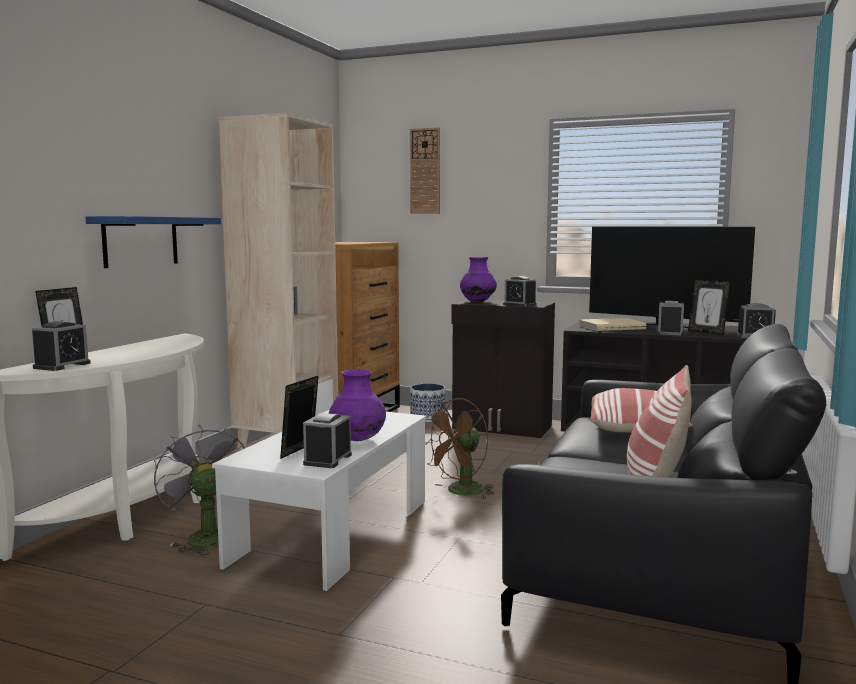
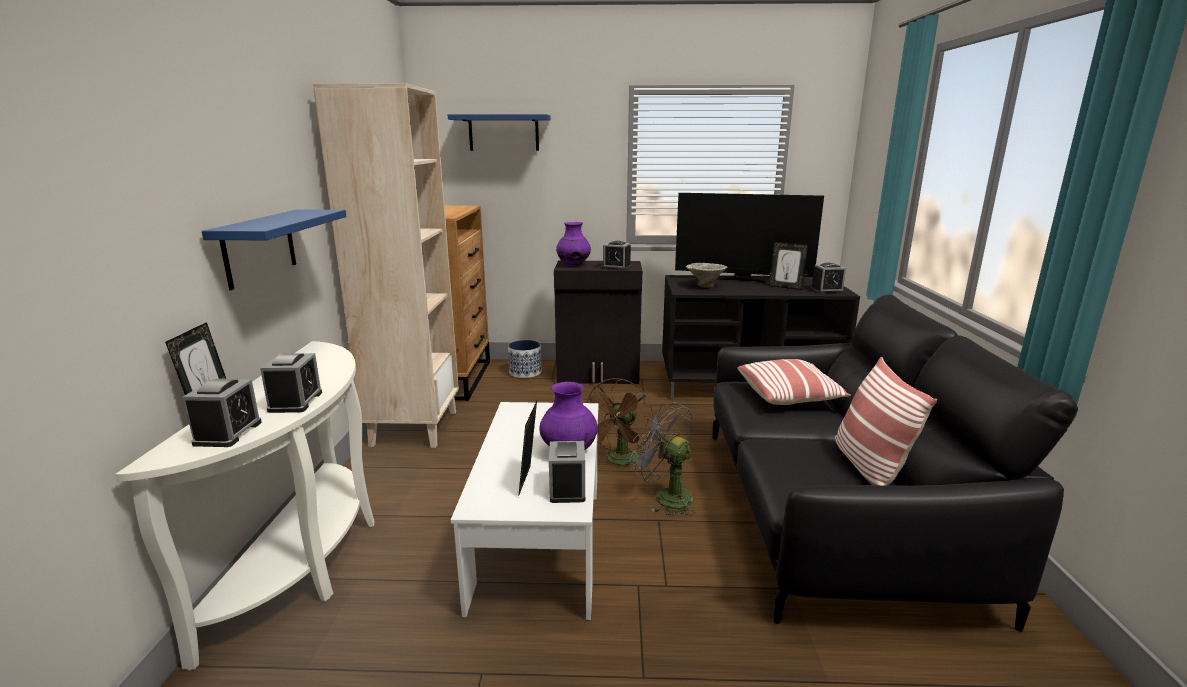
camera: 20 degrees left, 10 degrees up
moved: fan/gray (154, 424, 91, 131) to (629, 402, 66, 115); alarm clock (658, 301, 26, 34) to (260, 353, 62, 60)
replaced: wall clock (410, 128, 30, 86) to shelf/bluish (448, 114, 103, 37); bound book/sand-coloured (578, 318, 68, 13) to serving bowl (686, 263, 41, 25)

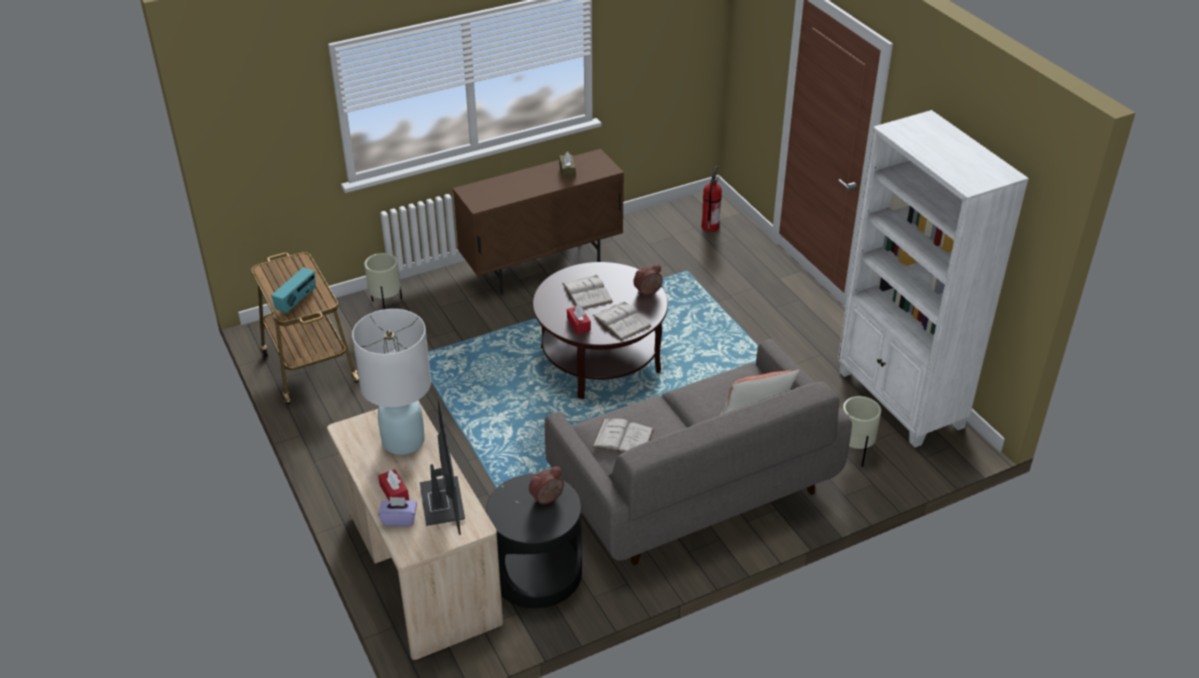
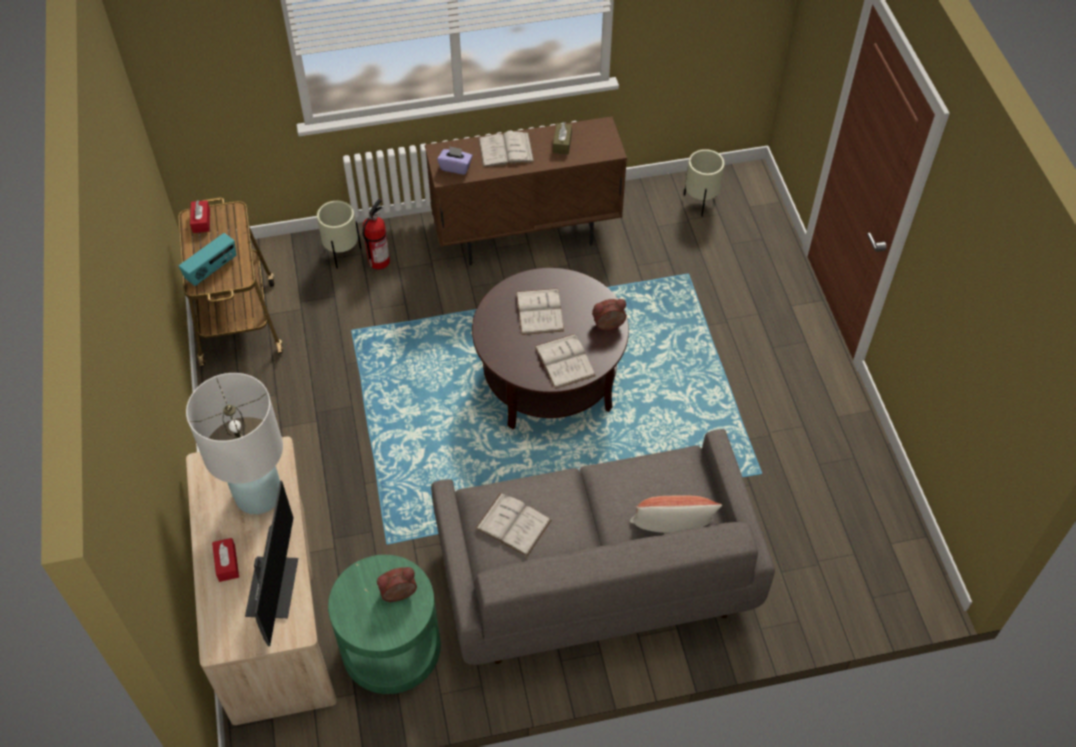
camera: 15 degrees right, 15 degrees up
removed: shelving unit/white-coloured (838, 110, 191, 338)
added: bound book/white-coloured (478, 131, 57, 37)
moved: box of tissues/purplish (378, 497, 39, 29) to (437, 146, 36, 29); box of tissues/red-coloured (567, 304, 24, 30) to (190, 200, 20, 33); fire extinguisher (702, 166, 20, 66) to (362, 198, 28, 71); flower pot/sand-coloured (843, 396, 38, 71) to (684, 149, 41, 68)
recoloured: accent table/black (486, 474, 96, 134) to accent table/green (328, 555, 113, 139)

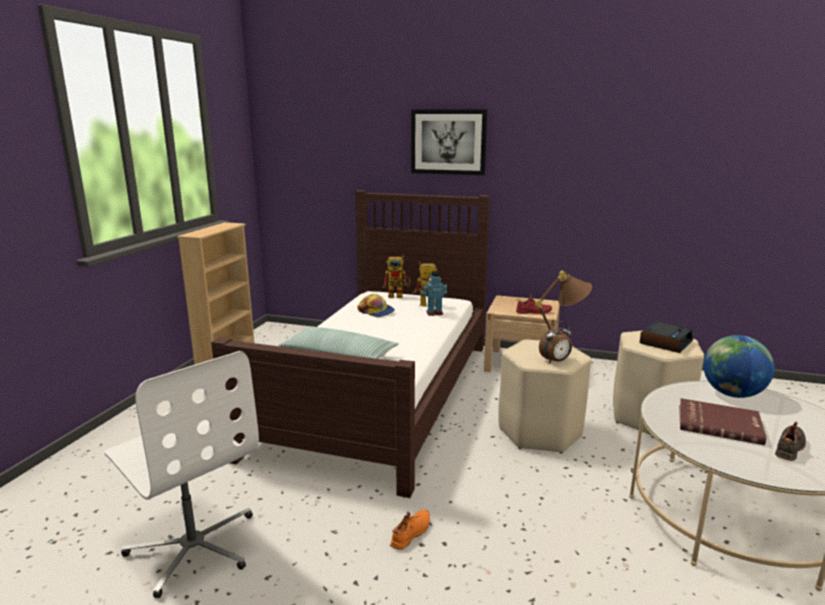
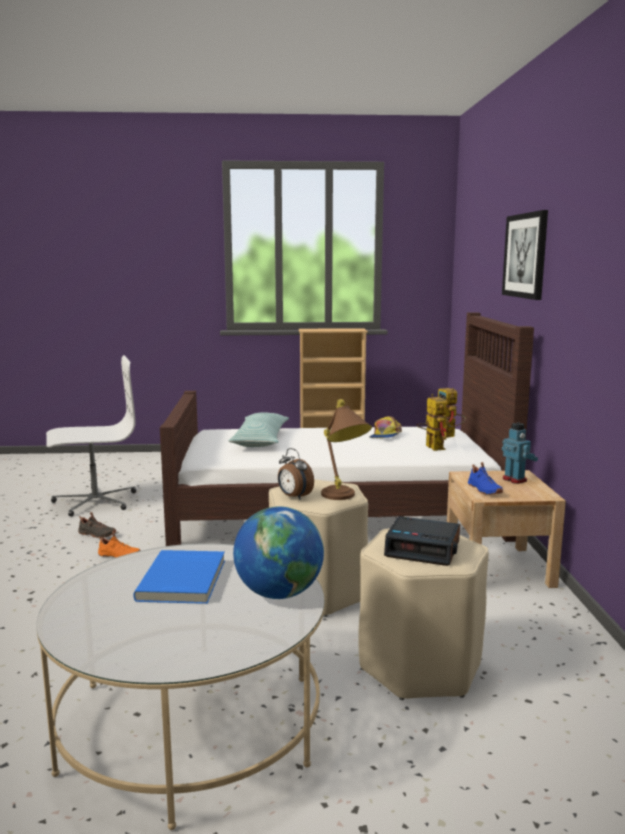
camera: 70 degrees right, 5 degrees down
moved: model robot (421, 271, 26, 45) to (502, 422, 36, 62); shoe/black (775, 421, 31, 40) to (78, 512, 38, 26)
recoloured: shoe/red-coloured (516, 294, 36, 20) to shoe/bluish (468, 462, 35, 33); bound book/red-coloured (679, 398, 87, 47) to bound book/bluish (133, 550, 92, 54)
turned: computer chair/white-coloured (104, 351, 155, 247) = (46, 355, 90, 161) 135 degrees counterclockwise

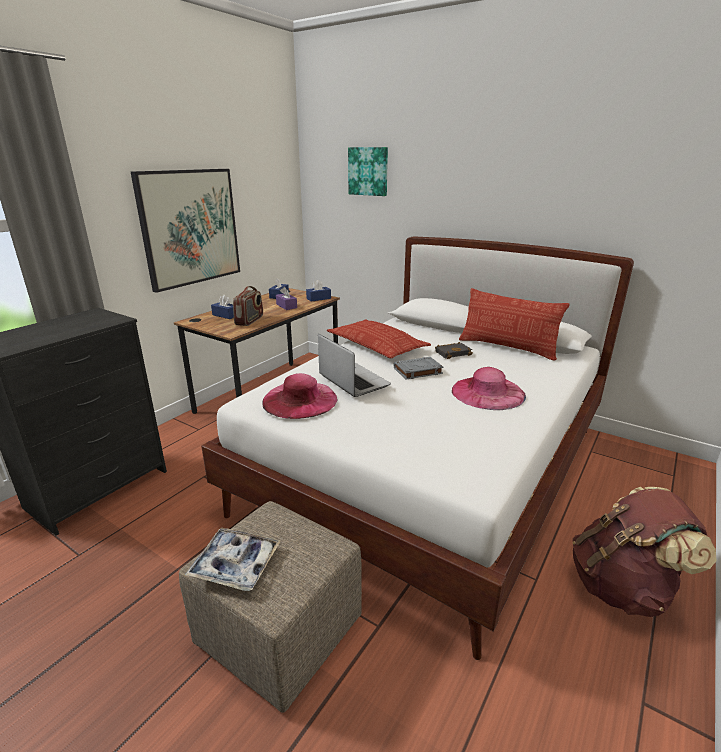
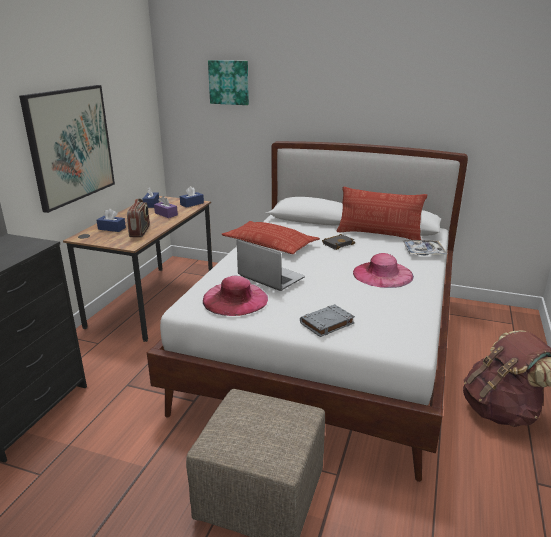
camera: 15 degrees left, 0 degrees up
moved: tray (185, 528, 96, 63) to (403, 240, 45, 15); bound book/gray (394, 357, 50, 23) to (300, 304, 55, 33)

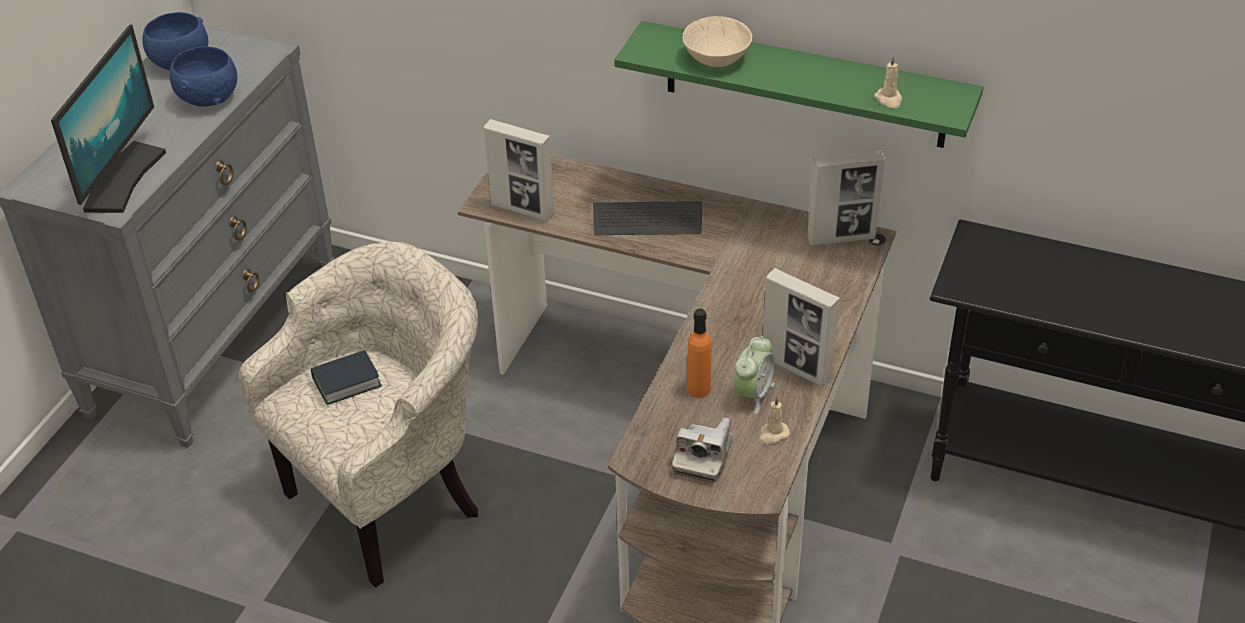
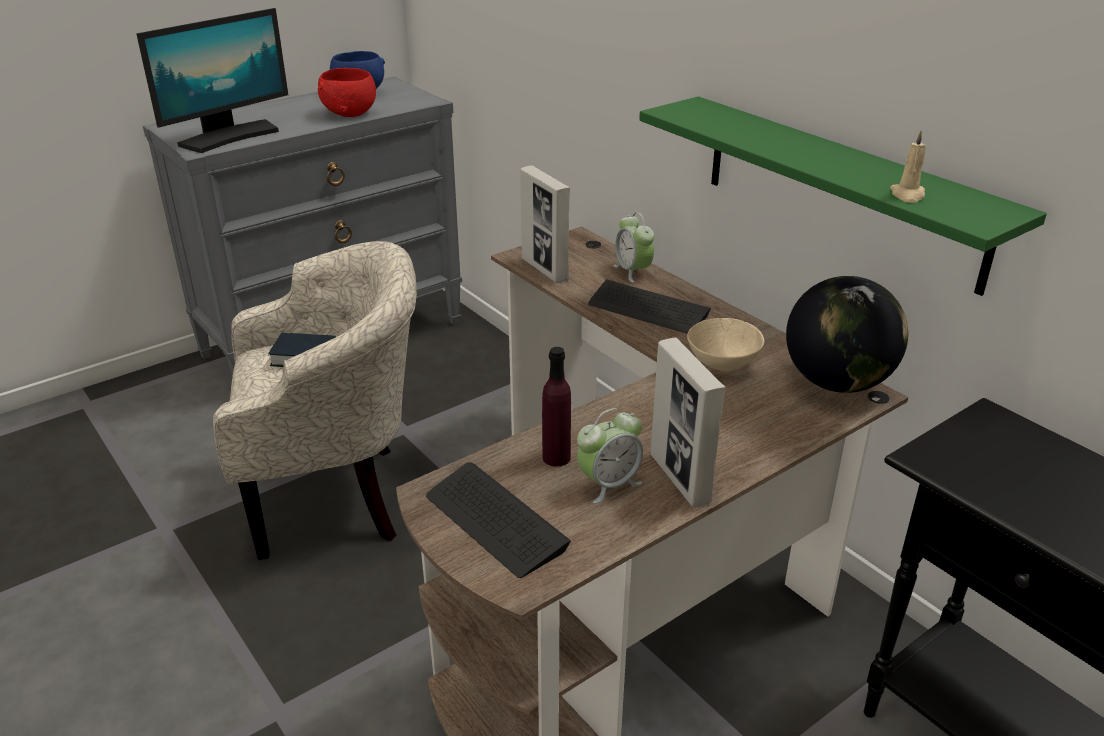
camera: 30 degrees right, 10 degrees down
removed: wax candle/sand-coloured (759, 396, 31, 48)
added: alarm clock (614, 212, 40, 71)
moved: serving bowl/sand-coloured (683, 16, 69, 51) to (687, 318, 77, 53)
replaced: still camera (672, 418, 61, 65) to keyboard (426, 462, 145, 116); picture frame (807, 151, 78, 95) to world globe (786, 276, 122, 117)
recoloured: serving bowl/bluish (170, 47, 67, 60) to serving bowl/red-coloured (318, 68, 58, 49); drink bottle/orangey (687, 309, 24, 89) to drink bottle/purplish (542, 347, 29, 120)

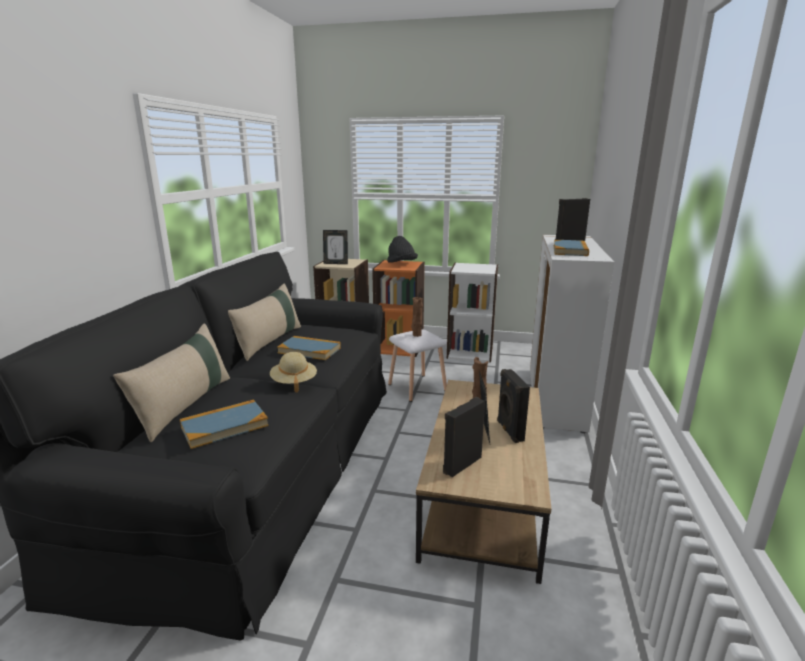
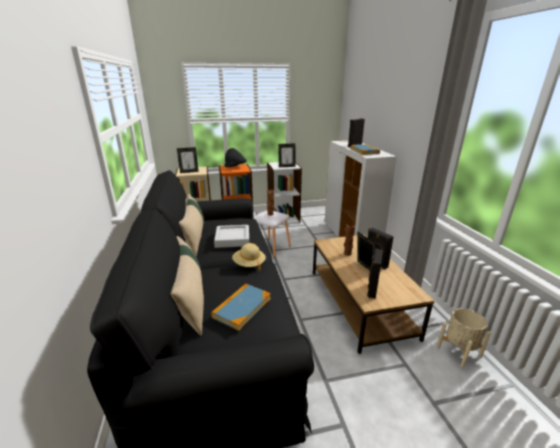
camera: 25 degrees left, 5 degrees up
added: picture frame (278, 144, 17, 23); flower pot/sand-coloured (437, 308, 54, 60)
replaced: bound book (277, 336, 64, 24) to tray/gray (214, 225, 35, 23)

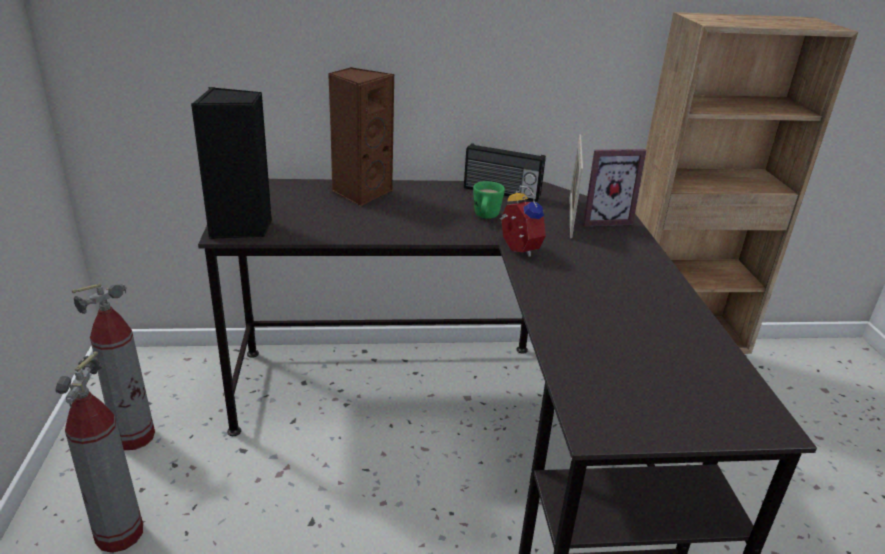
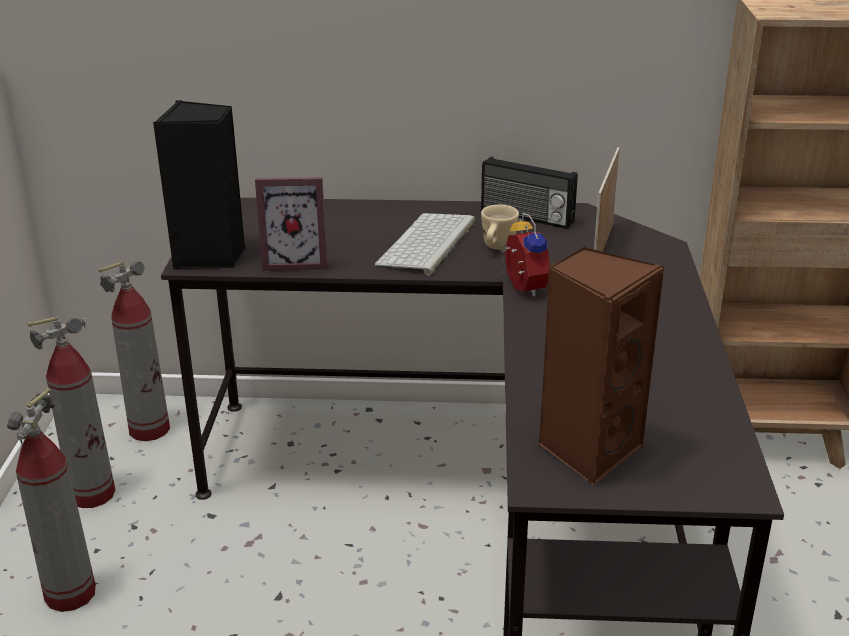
camera: 10 degrees right, 0 degrees up
added: fire extinguisher (98, 261, 72, 180); keyboard (375, 213, 101, 62)
moved: loudspeaker/brownish (328, 67, 66, 140) to (538, 246, 127, 240); picture frame (583, 149, 64, 78) to (255, 177, 72, 94)
recoloured: coffee mug/green (473, 181, 32, 38) to coffee mug/sand-coloured (481, 205, 38, 45)

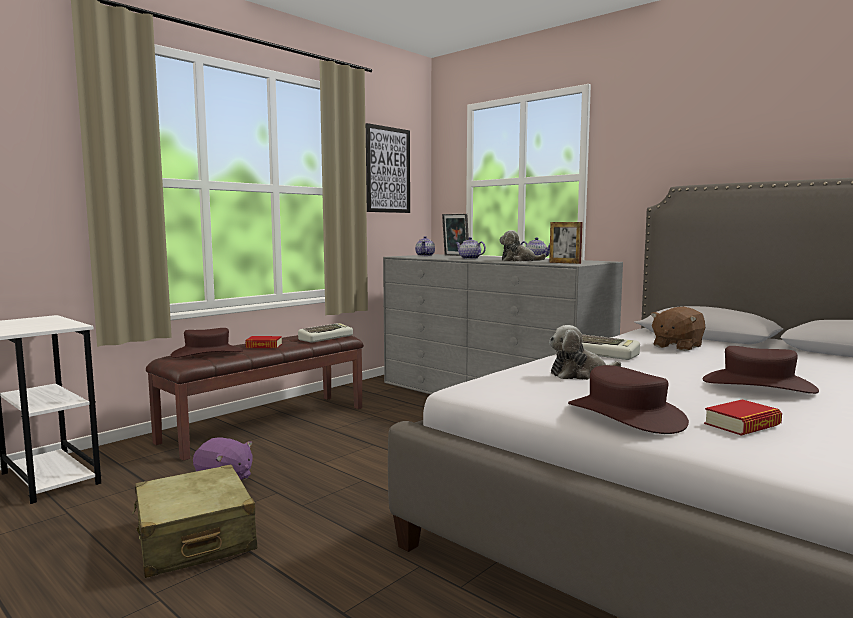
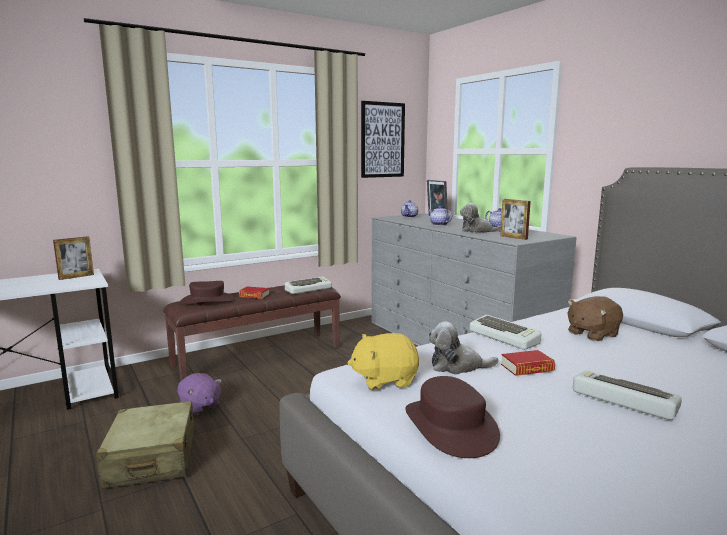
camera: 15 degrees right, 5 degrees up
added: picture frame (53, 236, 41, 44); soft toy/yellow (348, 333, 71, 57)
moved: bound book (704, 400, 78, 36) to (501, 350, 54, 26)
replaced: hat/brownish (703, 346, 116, 48) to keyboard (573, 371, 109, 49)

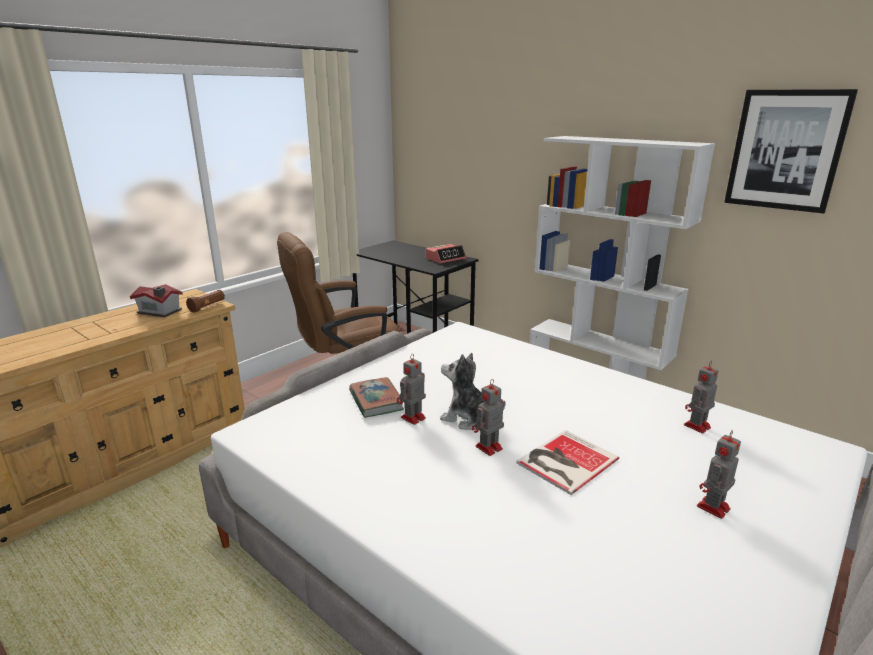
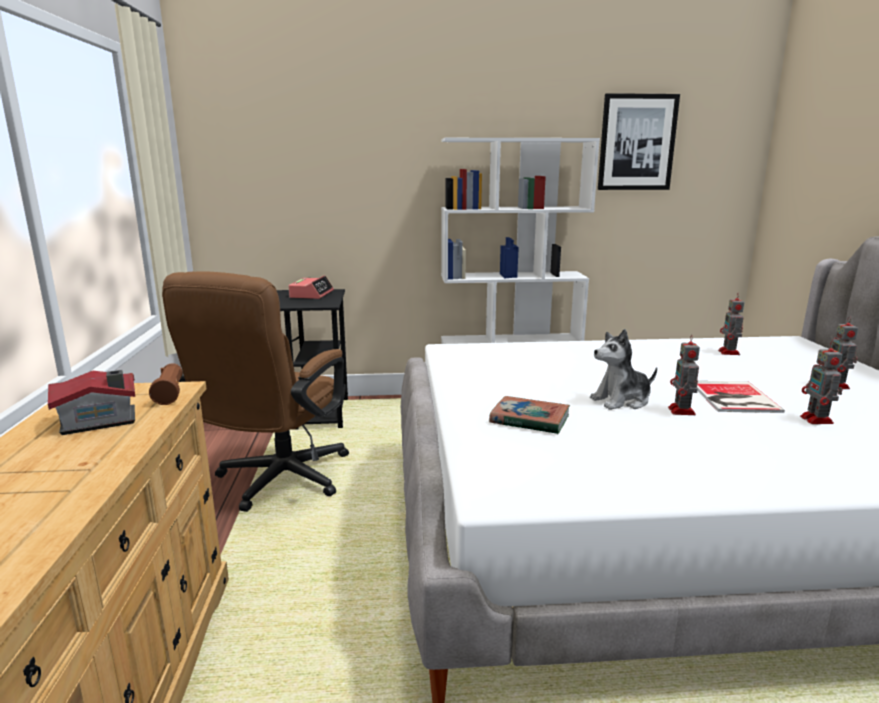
camera: 45 degrees left, 5 degrees down
moved: model robot (397, 354, 29, 71) to (800, 341, 43, 83)

